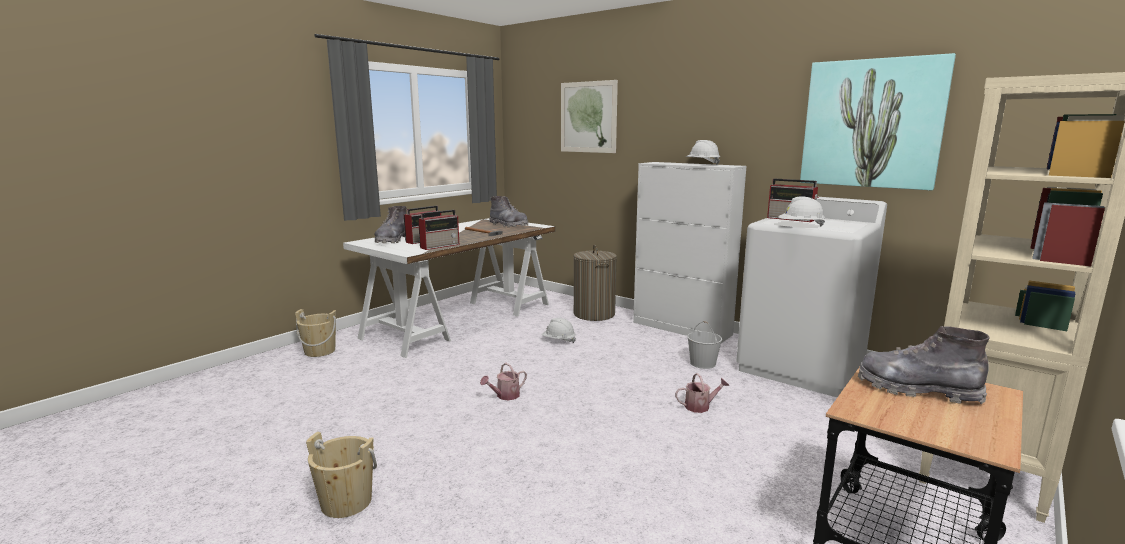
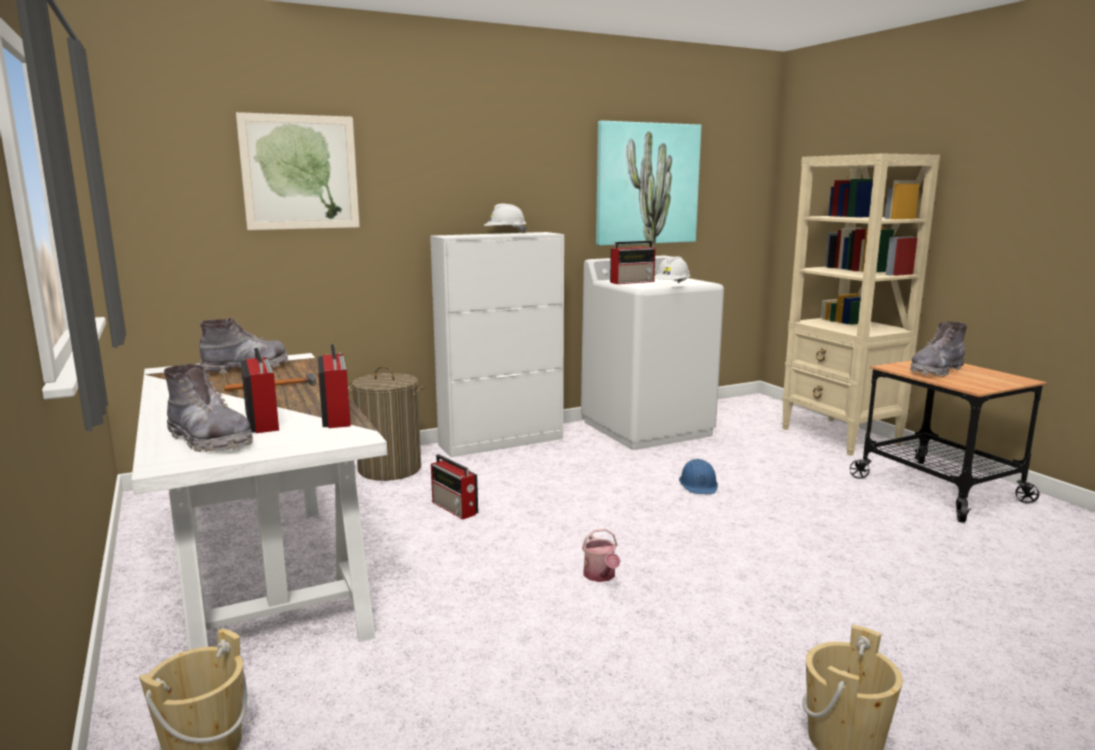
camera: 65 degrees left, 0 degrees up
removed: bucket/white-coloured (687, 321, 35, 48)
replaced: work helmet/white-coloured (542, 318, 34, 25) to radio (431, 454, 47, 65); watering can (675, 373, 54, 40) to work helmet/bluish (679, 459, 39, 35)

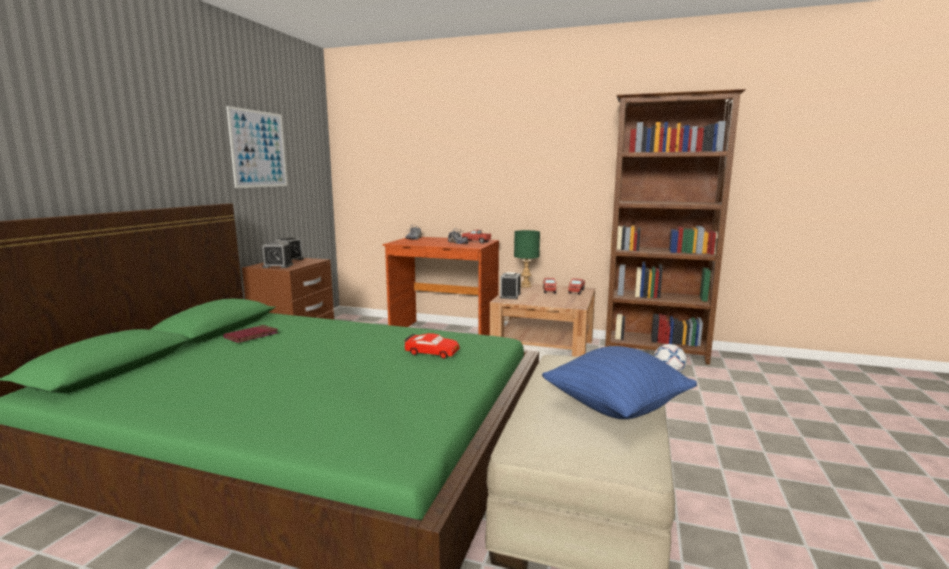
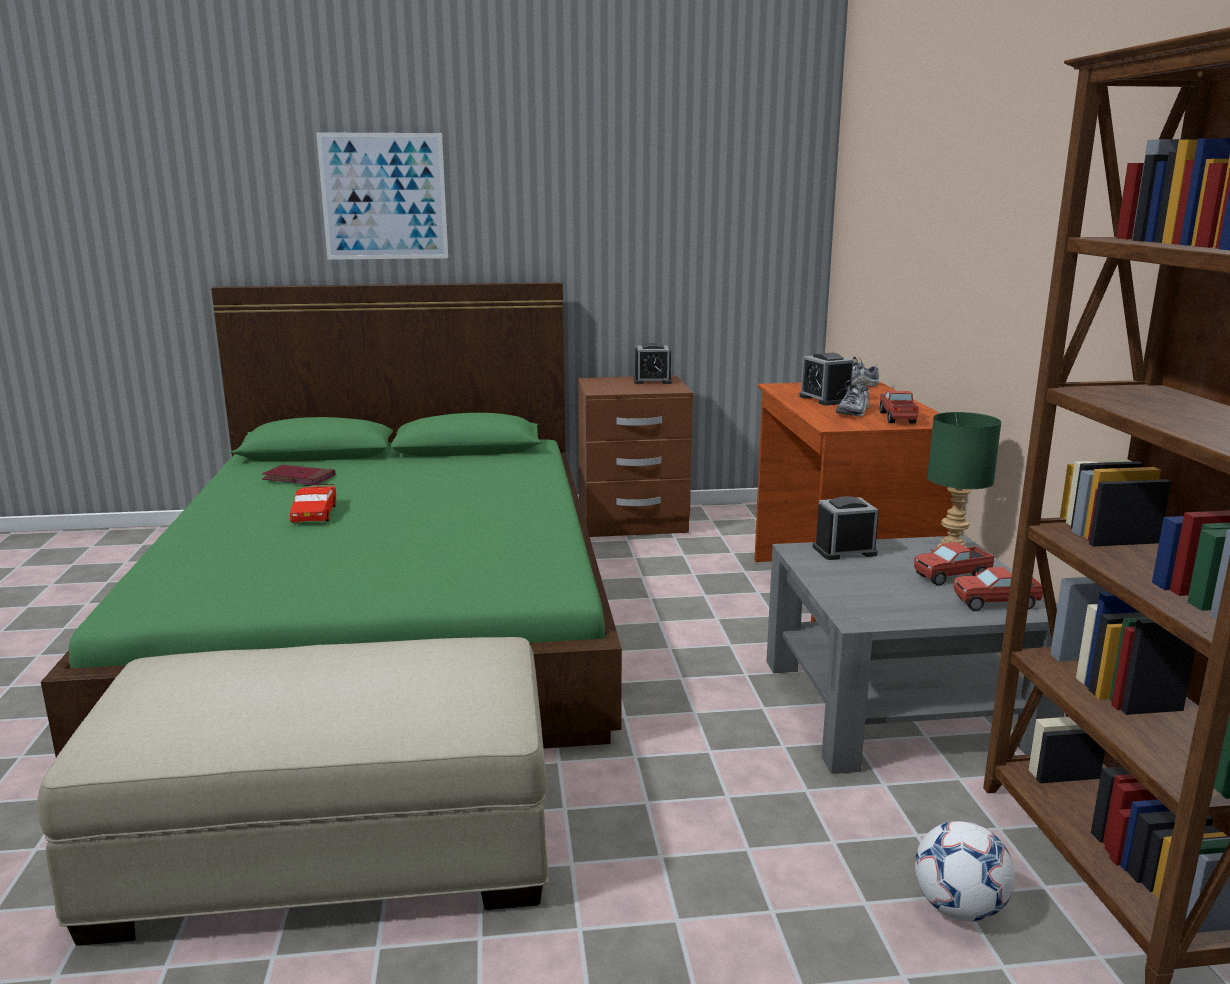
camera: 65 degrees right, 5 degrees up
removed: cushion/bluish (542, 346, 155, 73)
moved: bound book/red-coloured (223, 325, 55, 18) to (262, 465, 73, 20); picture (226, 106, 61, 82) to (316, 132, 132, 128); alarm clock (262, 241, 31, 27) to (799, 353, 55, 53); model car/red-coloured (404, 333, 56, 26) to (290, 484, 46, 39)
recoloured: coffee table/brownish (490, 283, 105, 74) to coffee table/gray (766, 535, 298, 239)

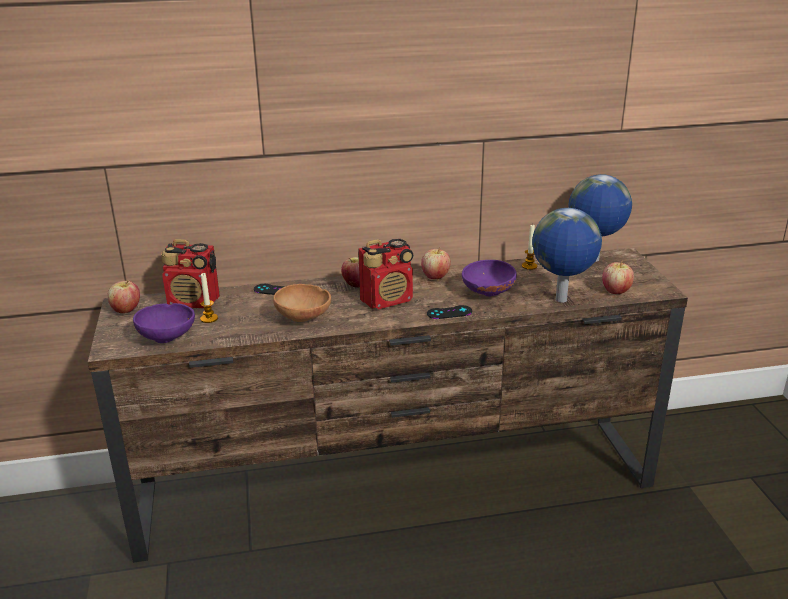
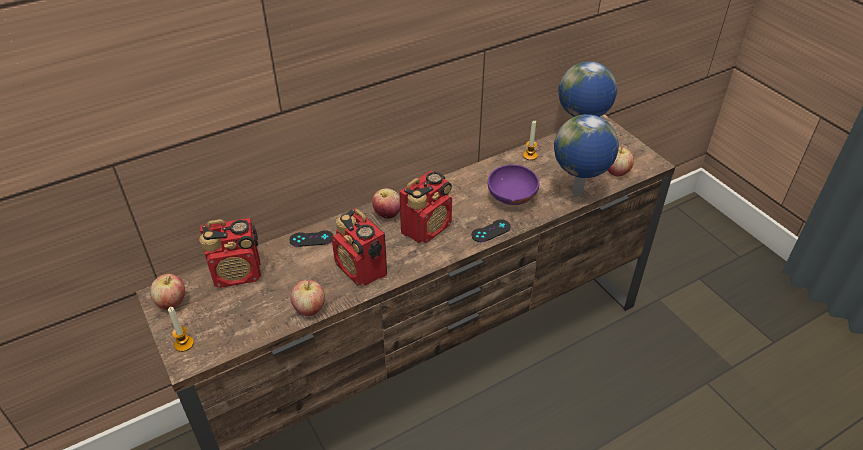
camera: 20 degrees left, 15 degrees up
removed: serving bowl/purplish (133, 303, 62, 40)
moved: wax candle (200, 273, 18, 50) to (168, 307, 26, 45); whole apple (421, 247, 30, 32) to (291, 280, 34, 36)
replaced: serving bowl/brownish (273, 284, 58, 38) to radio (332, 208, 55, 78)

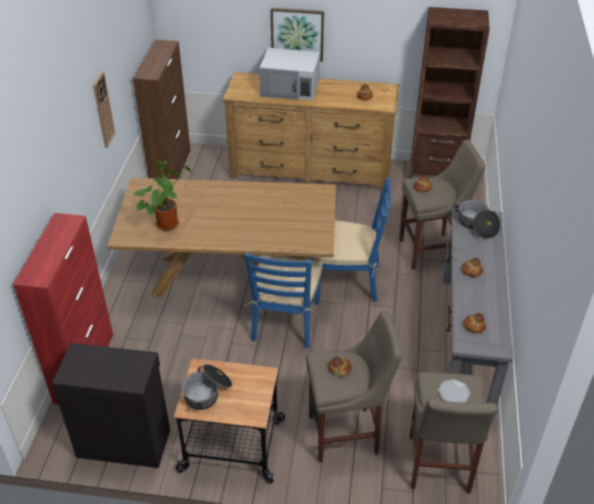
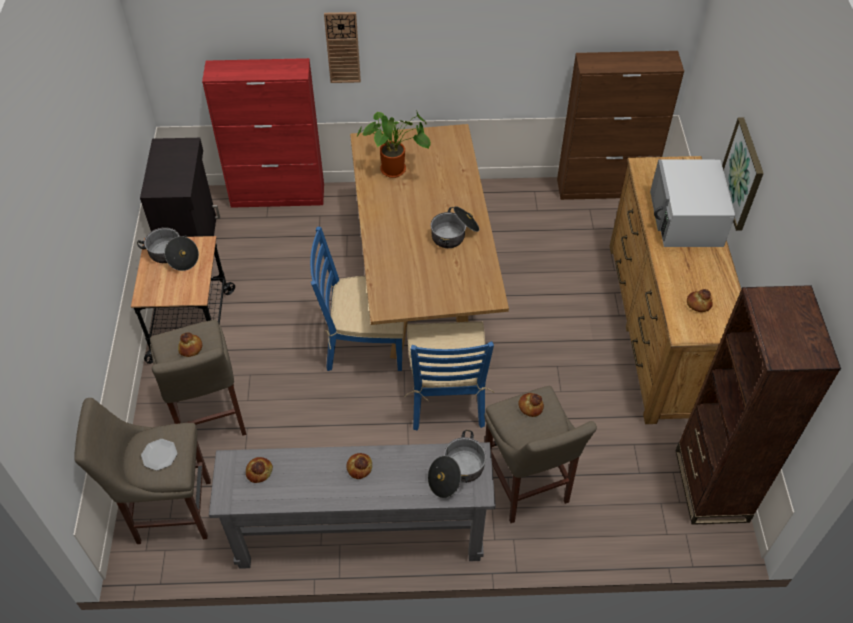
camera: 80 degrees right, 10 degrees up
added: cooking pot (431, 206, 48, 42)
moved: wall clock (93, 72, 22, 76) to (324, 12, 37, 71)

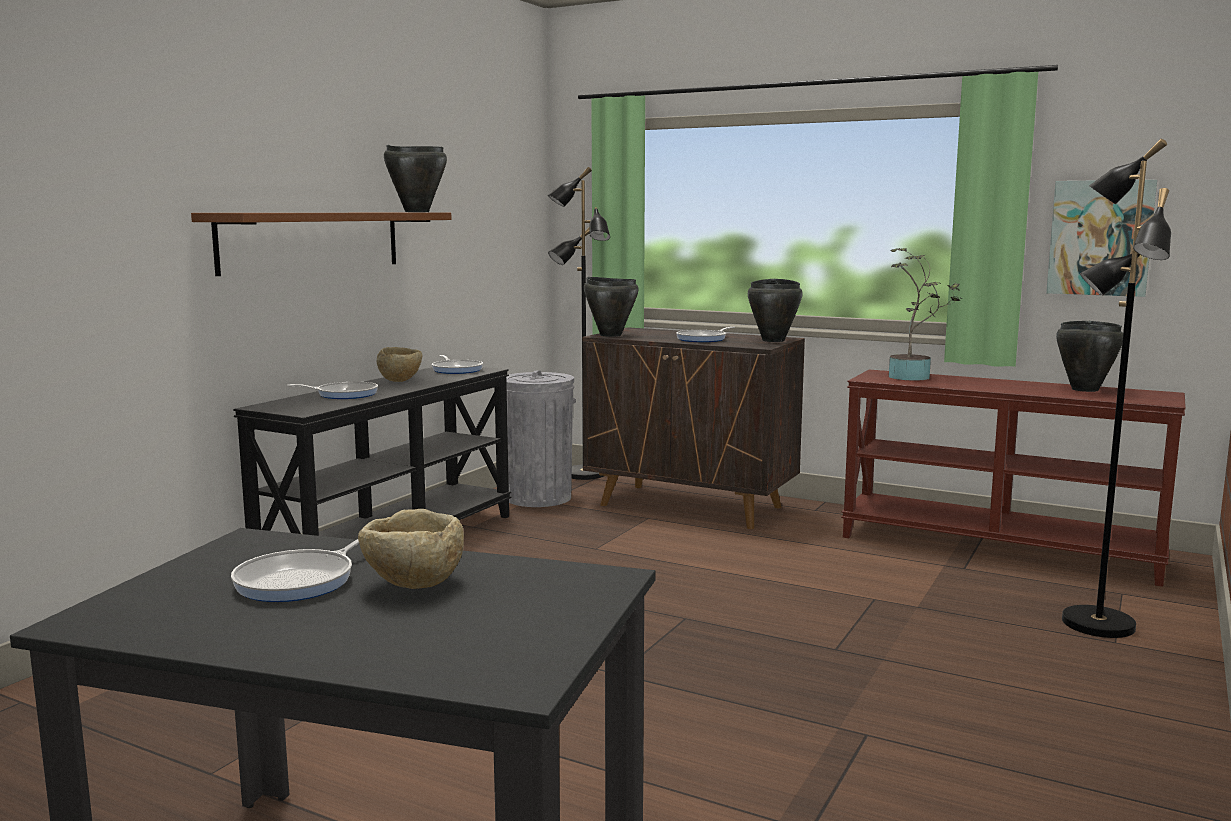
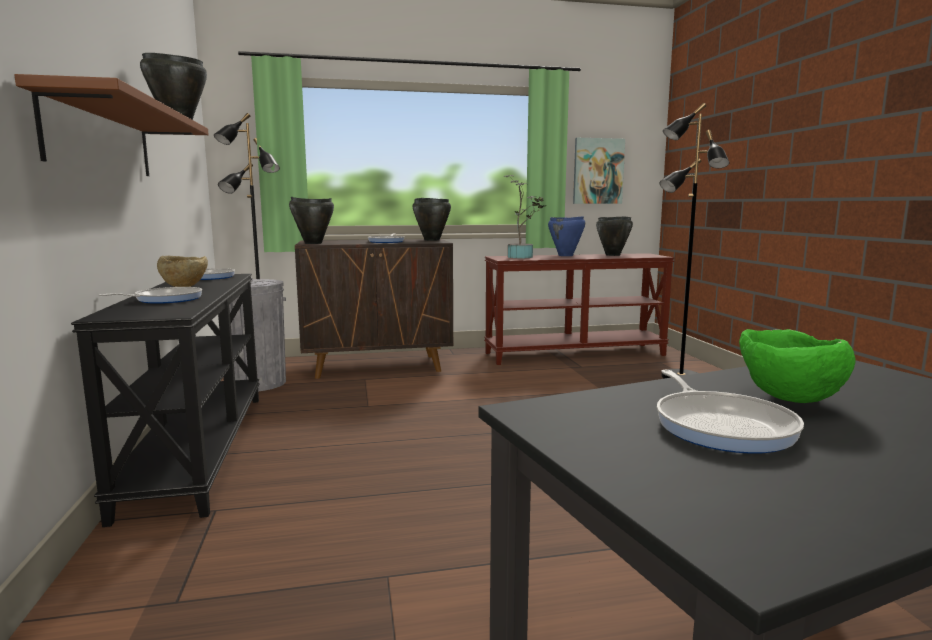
camera: 40 degrees left, 0 degrees up
added: cooking pot/bluish (548, 216, 37, 40)
recoloured: serving bowl/sand-coloured (358, 509, 106, 80) to serving bowl/green (739, 329, 117, 74)

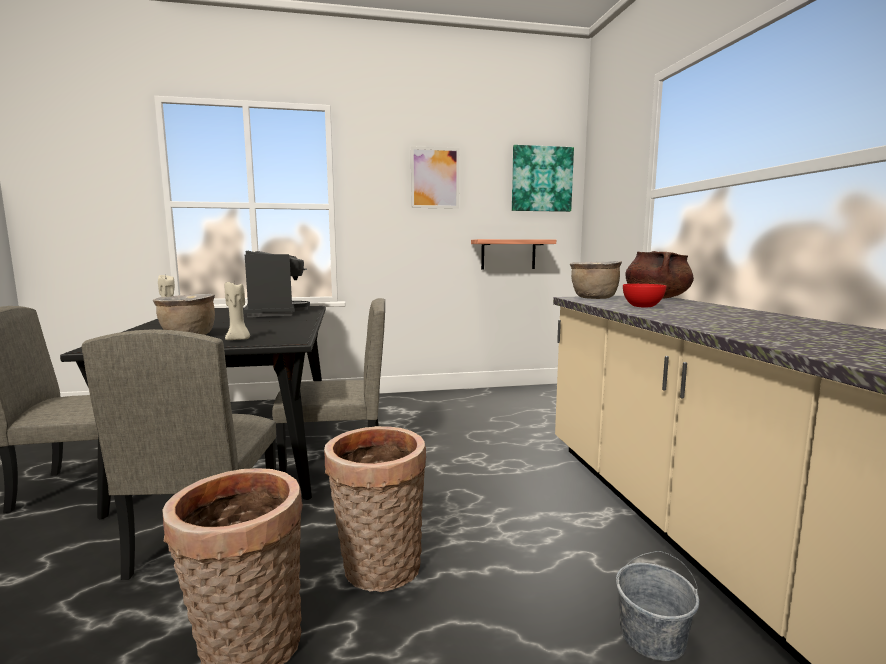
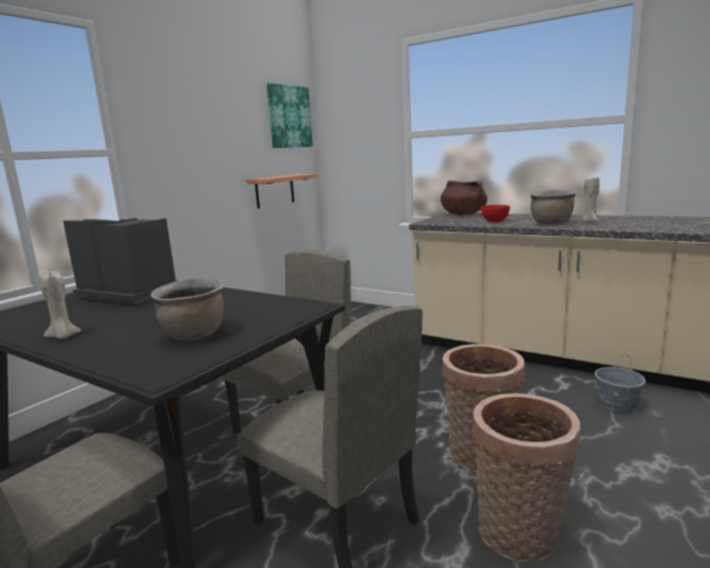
camera: 45 degrees left, 5 degrees up
removed: picture (411, 146, 48, 63)
moved: wax candle/sand-coloured (225, 282, 25, 58) to (580, 177, 20, 46); cooking pot/brownish (570, 261, 52, 38) to (530, 189, 47, 36)

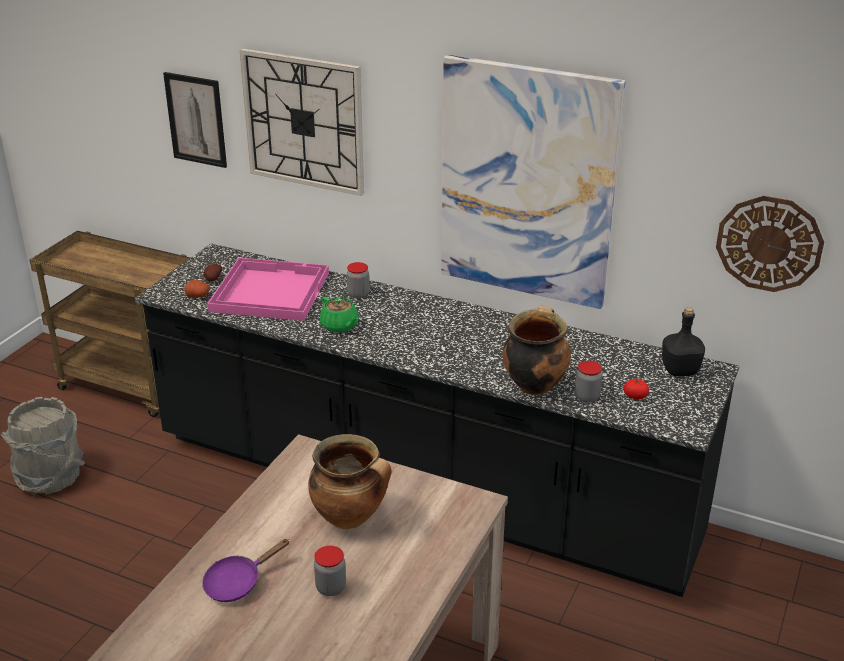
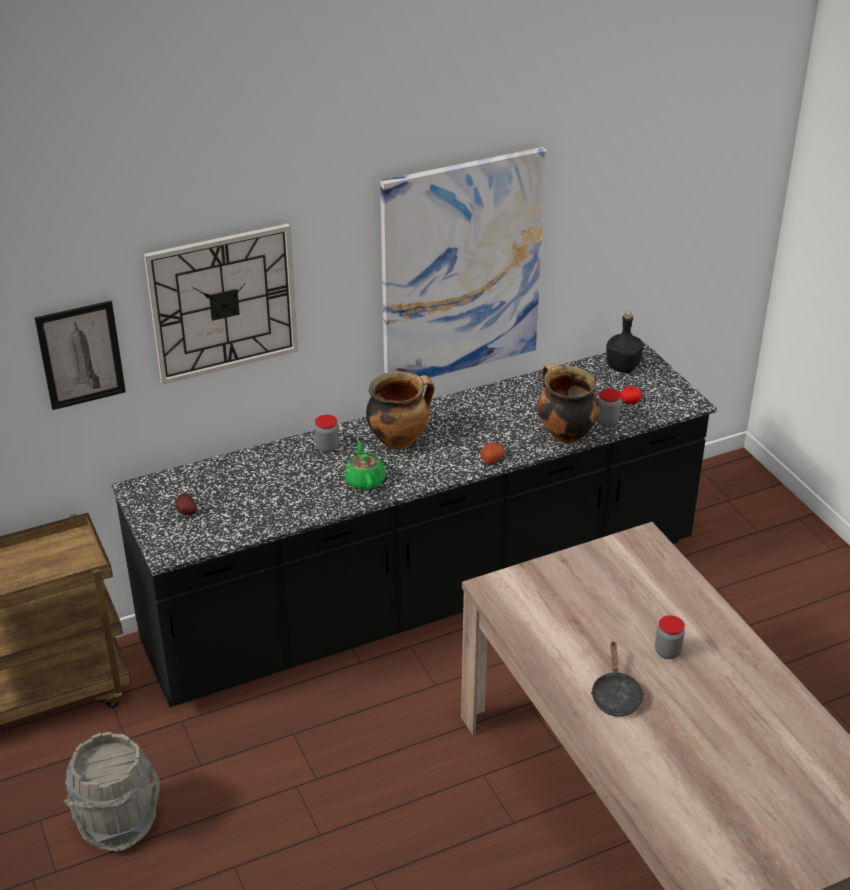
camera: 50 degrees left, 5 degrees up
removed: tray/pink-coloured (207, 258, 122, 63); wall clock (716, 196, 108, 96)
moved: spud (184, 280, 26, 17) to (481, 443, 24, 21); cooking pot (308, 434, 83, 95) to (366, 372, 69, 77)
recoloured: skillet/purplish (202, 539, 88, 63) to skillet/black (591, 641, 53, 76)
turned: tea pot/green (320, 297, 39, 36) = (345, 441, 40, 49) 105 degrees counterclockwise

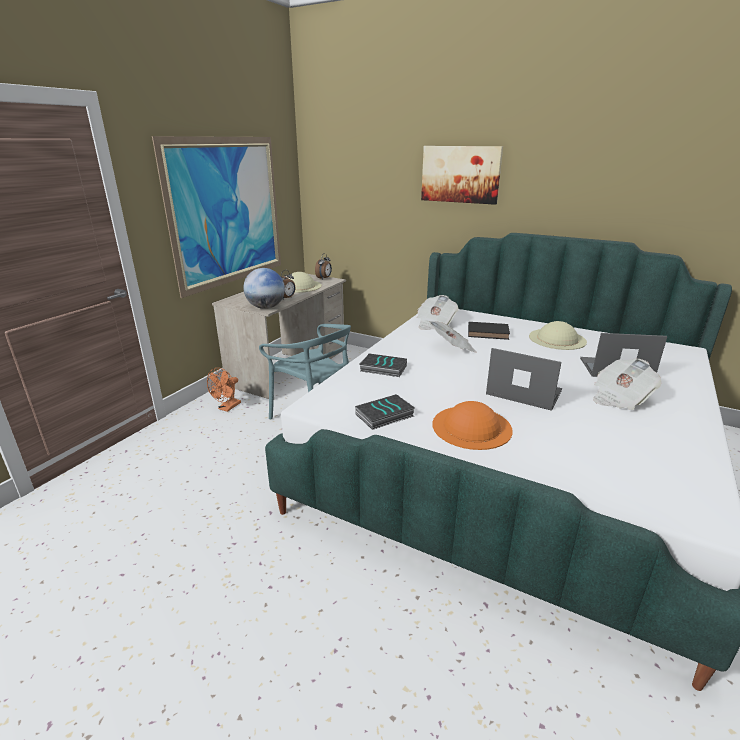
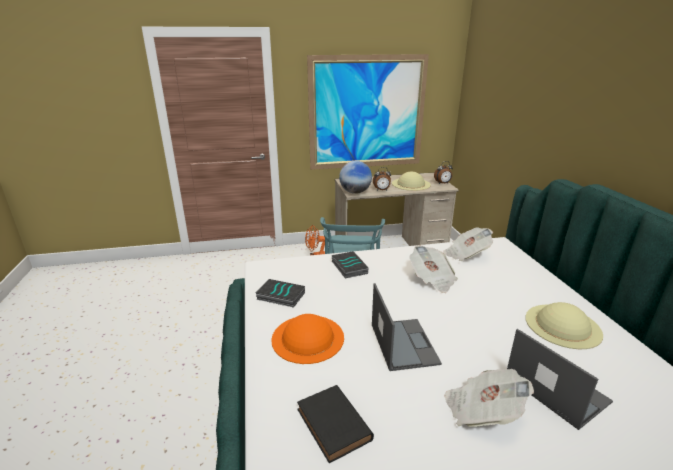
camera: 50 degrees right, 0 degrees up
removed: picture (421, 146, 82, 59)
moved: bound book/black (468, 322, 42, 18) to (297, 385, 77, 78)

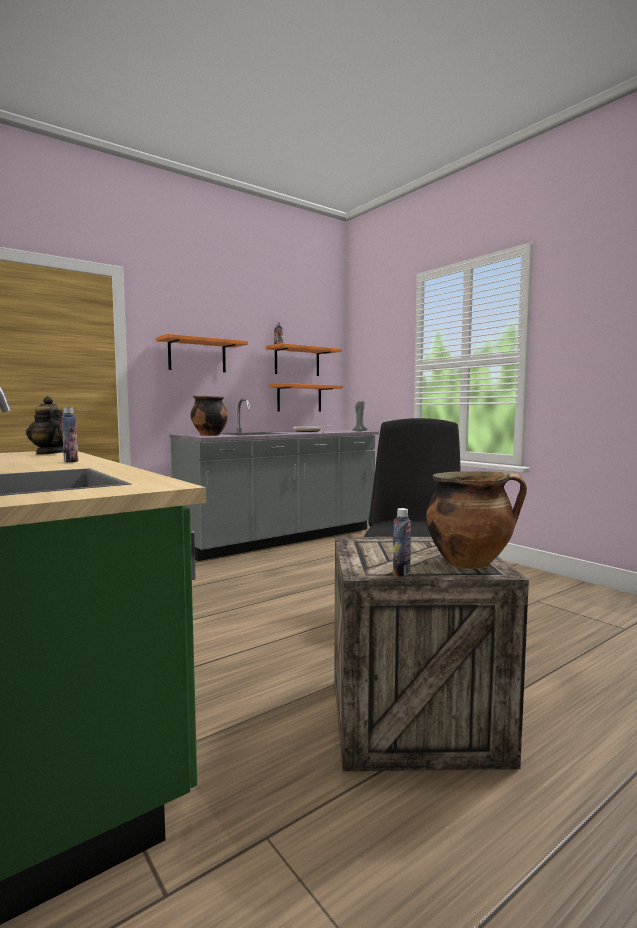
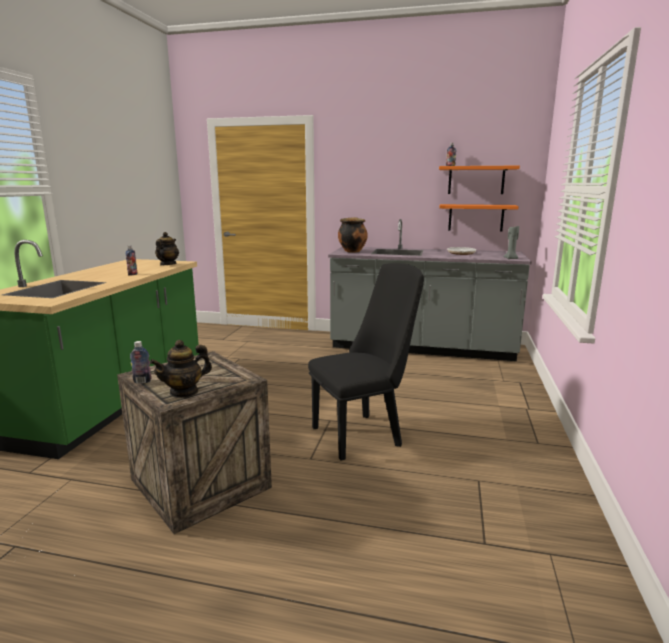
camera: 50 degrees right, 10 degrees up
removed: shelf/orangey (156, 334, 92, 38)
replaced: cooking pot (426, 471, 101, 98) to tea pot (150, 340, 62, 58)

